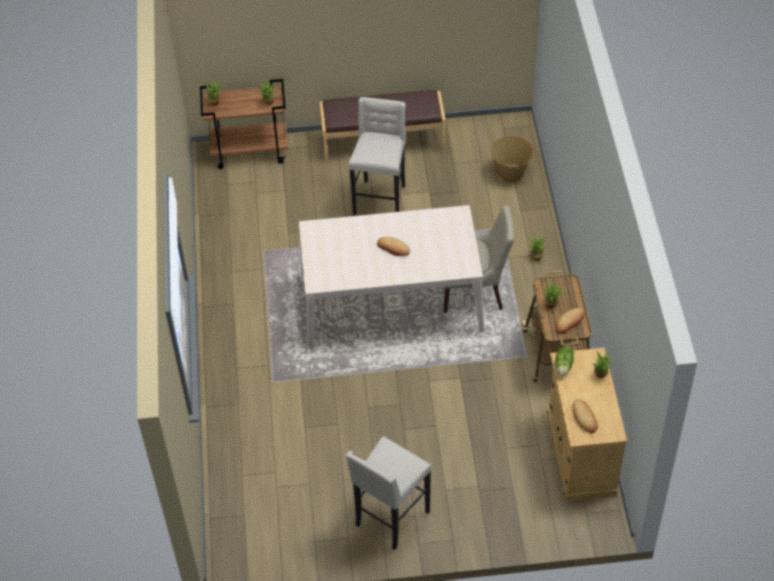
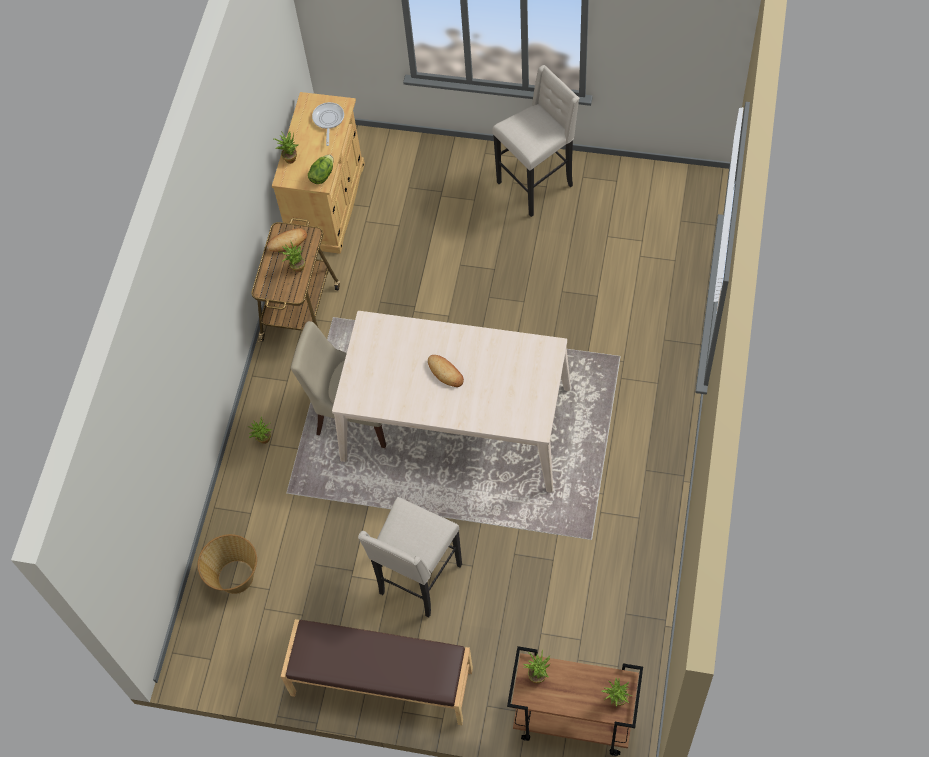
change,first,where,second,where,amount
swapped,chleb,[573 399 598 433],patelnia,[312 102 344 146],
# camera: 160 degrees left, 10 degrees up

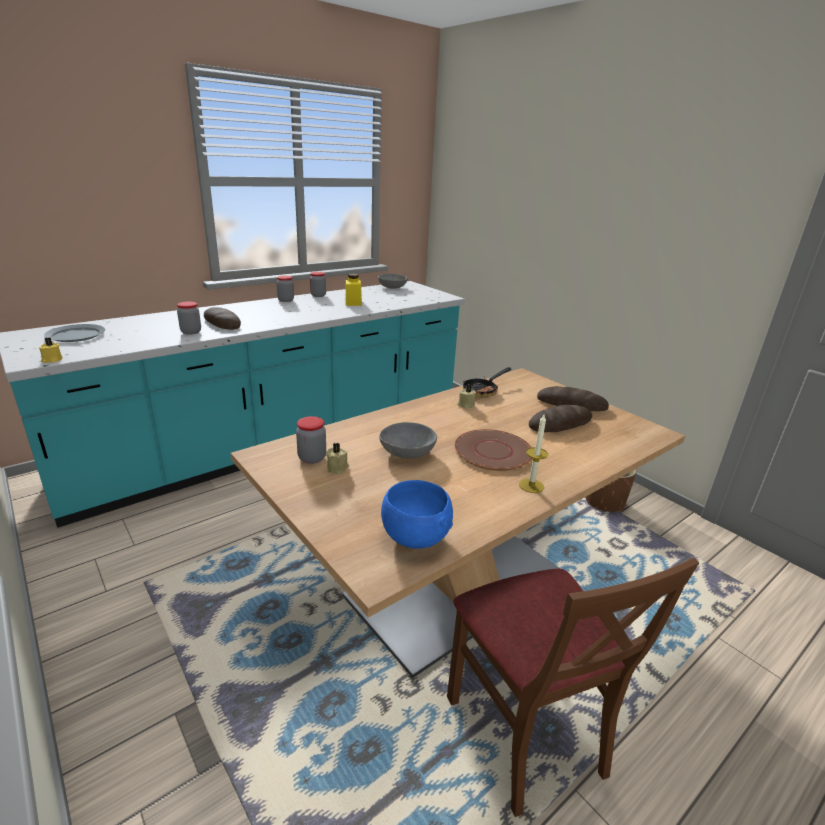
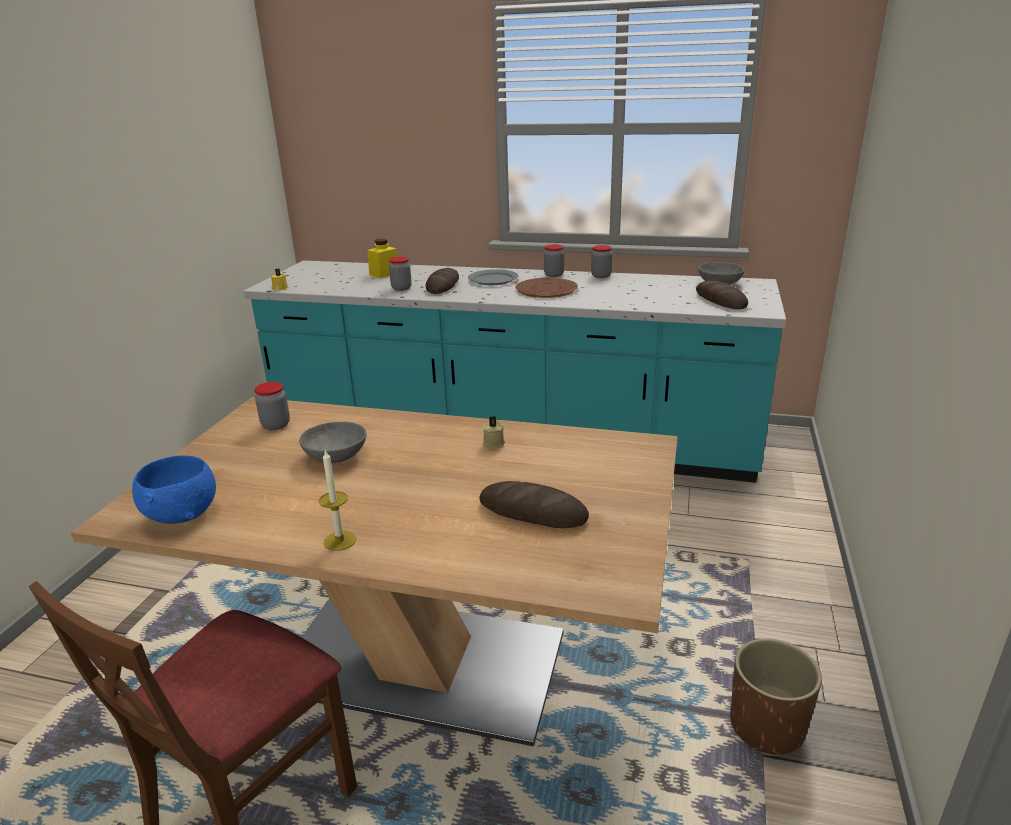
change,first,where,second,where,amount
shifted,talerz/szary,[44 324 105 342],,[468 269 518 285],
gone,świeca/beżowy,[326 443 349 474],,,
shifted,słoik/żółty,[345 274 362 306],,[368 239 398 278],
shifted,talerz/brązowy,[454 429 532 471],,[516 278 578 298],
gone,patelnia,[463 367 511 397],,,
shifted,chleb,[537 386 609 411],,[696 280 748 309],
# camera: 55 degrees right, 0 degrees up

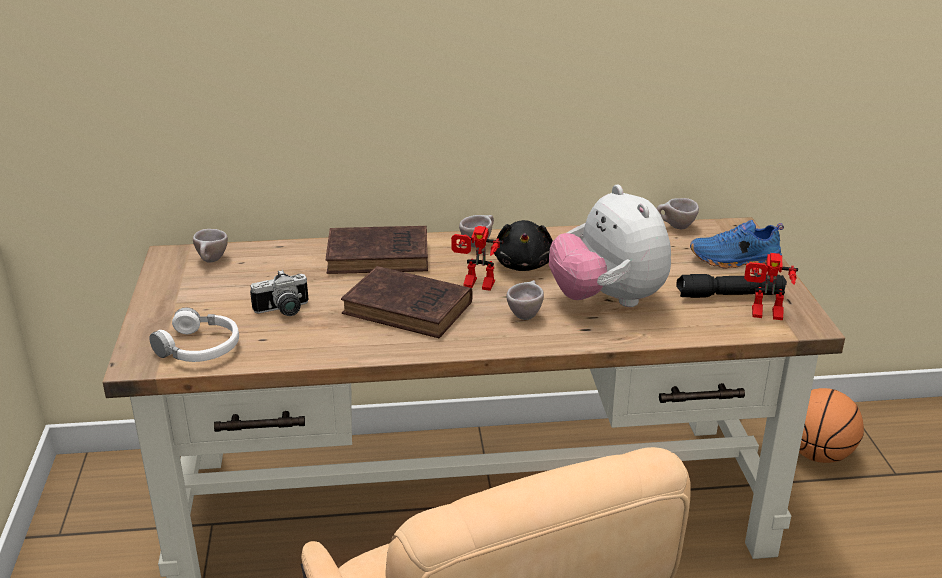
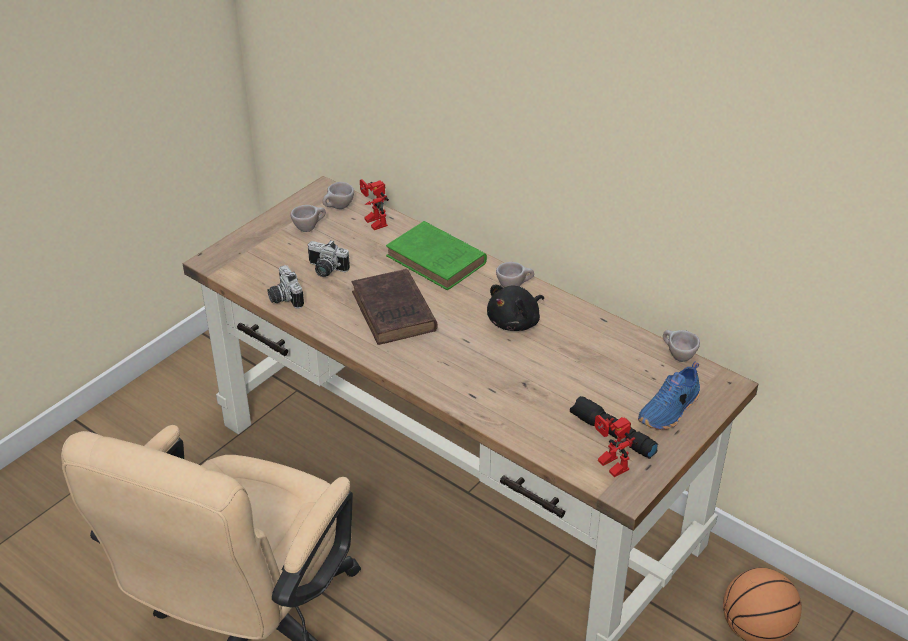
change,first,where,second,where,amount
gone,słuchawki/biały,[149 307 239 362],,,
repainted,książka/brązowy,[326 226 428 274],książka/zielony,[386 221 487 290],
shifted,robot zabawkowy,[451 226 503 291],,[360 179 389 230],
shifted,filiżanka/beżowy,[507 280 544 320],,[290 205 326 232],
gone,pluszak,[549 184 671 307],,,
rotated,but/niebieski,[690 220 784 269],,[638 362 700 430],90 degrees counterclockwise
new,,,aparat fotograficzny,[268 265 304 309],
# camera: 45 degrees right, 10 degrees up

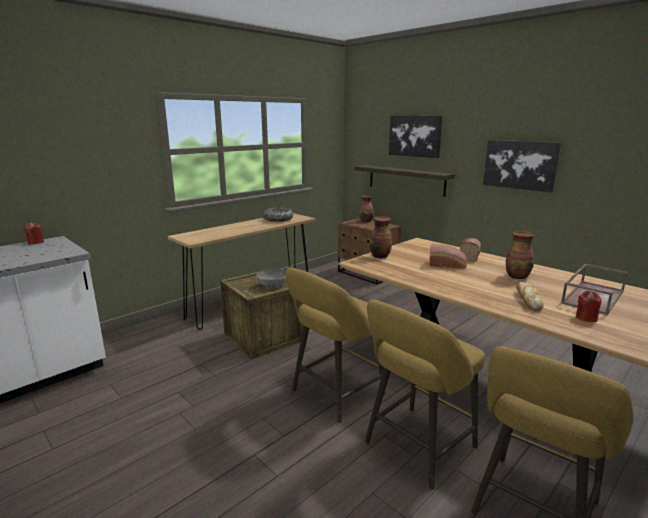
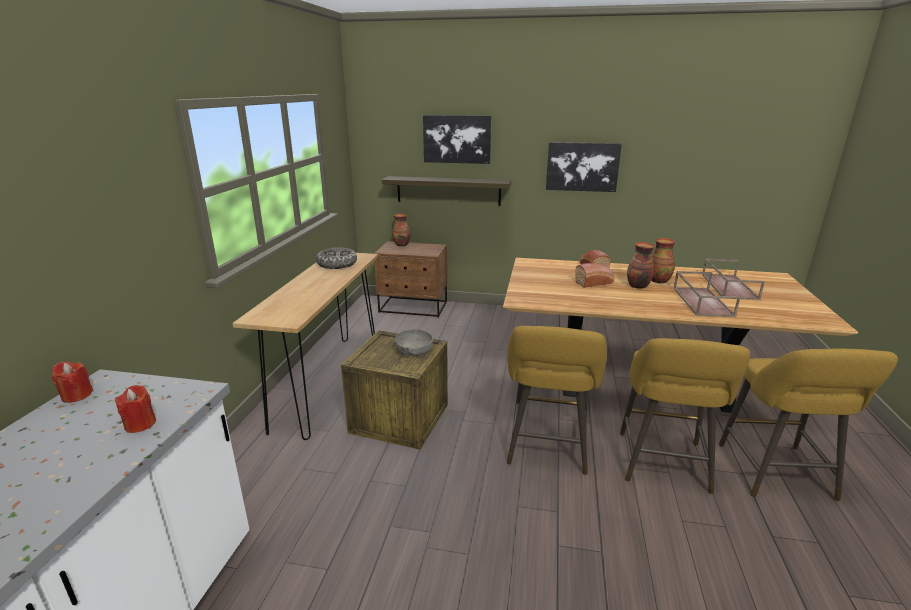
change,first,where,second,where,amount
shifted,wazon,[369 216 392 258],,[627 242 655 289],
swapped,chleb,[516 282 544 311],taca/brązowy,[673 271 740 317],
shifted,świeca/czerwony,[576 291 602 322],,[115 385 156 433],
# camera: 35 degrees left, 5 degrees up

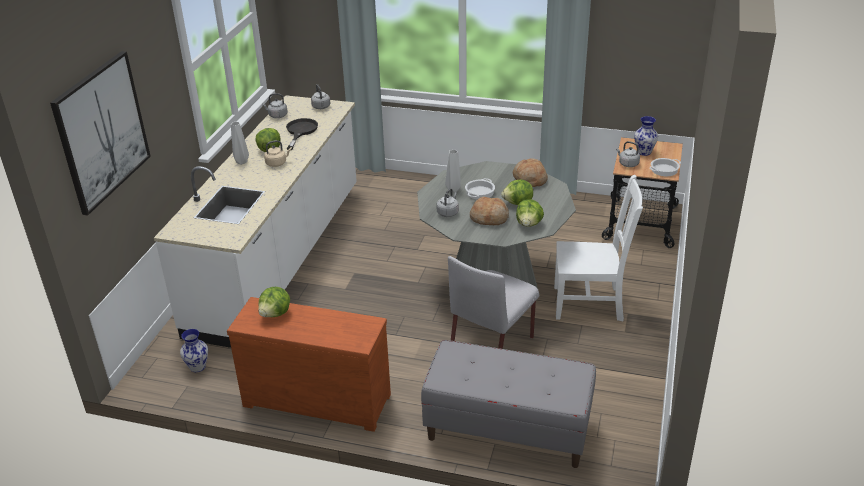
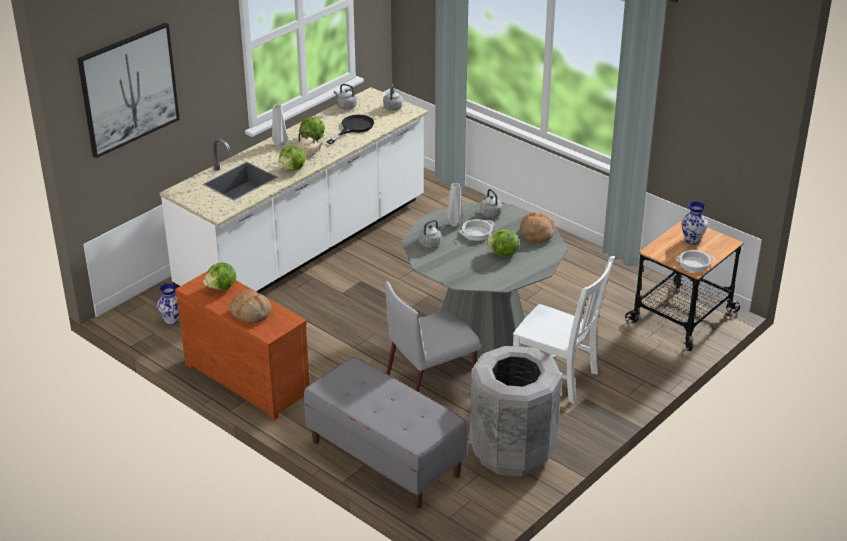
change,first,where,second,where,amount
shifted,chleb,[470 197 509 225],,[230 290 271 323],
shifted,sałata,[516 199 544 227],,[278 146 306 171],
shifted,czajnik/szary,[616 141 640 167],,[480 189 502 218],
new,,,kosz na śmieci/szary,[469 346 562 477],
# camera: 25 degrees right, 0 degrees up

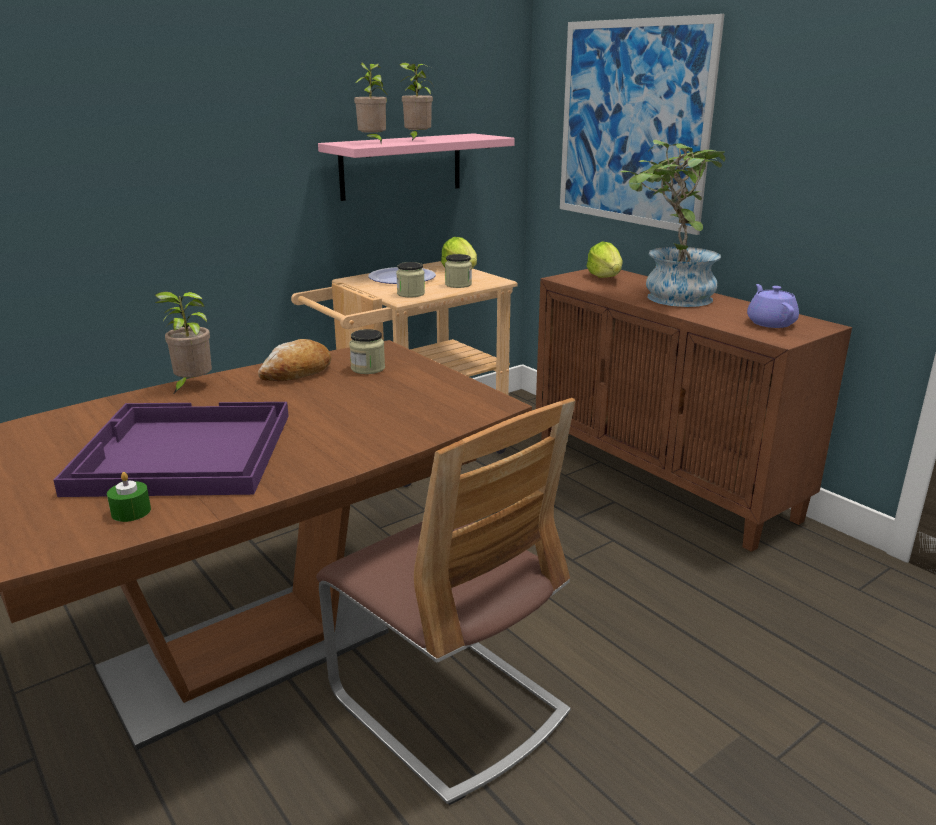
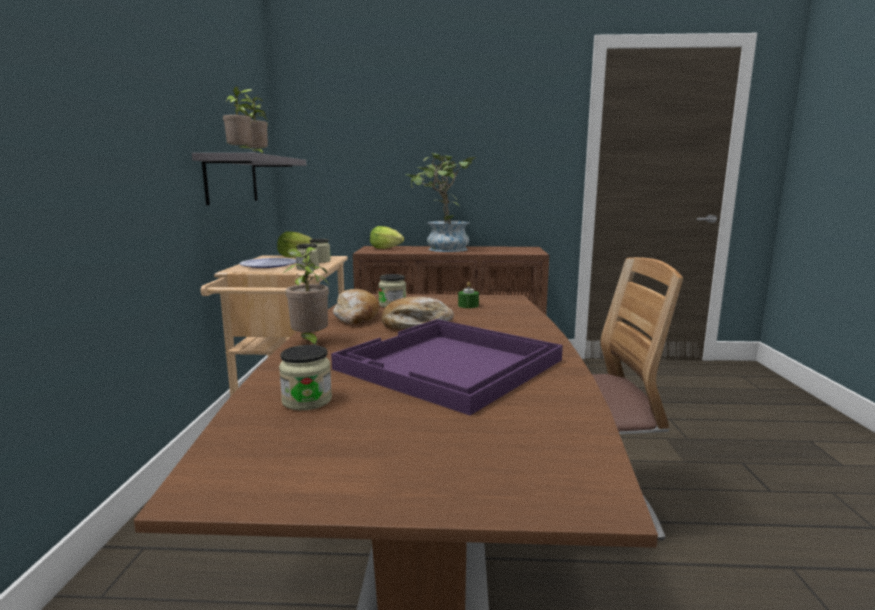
change,first,where,second,where,amount
shifted,świeca/zielony,[107 472 151 522],,[458 282 479 308],
repainted,półka/różowy,[318 133 515 201],półka/szary,[192 153 306 205],
gone,obraz,[560 14 725 235],,,
gone,imbryk/fioletowy,[747 284 799 328],,,
new,,,słoik,[279 345 332 410],
new,,,chleb,[382 297 454 330],
# camera: 50 degrees left, 10 degrees down

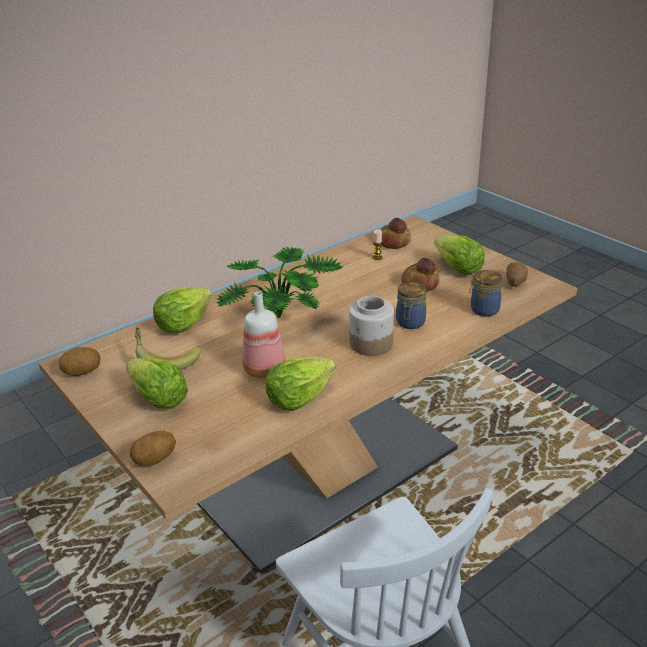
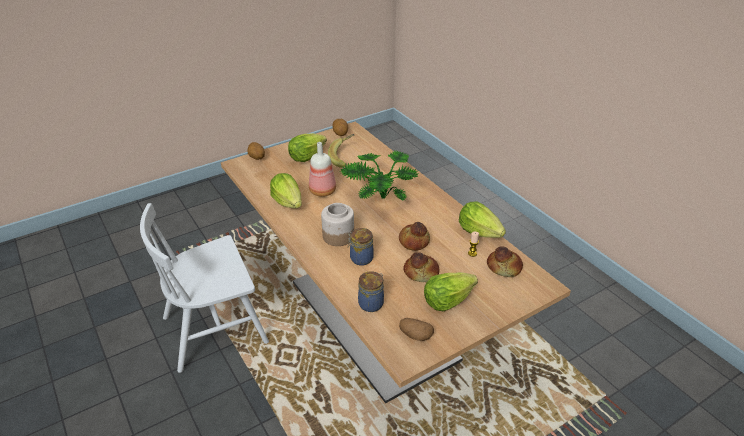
change,first,where,second,where,amount
shifted,sałata,[153 287 212 333],,[459 201 506 238],
new,,,chleb,[399 222 430 251],
# camera: 95 degrees right, 5 degrees up

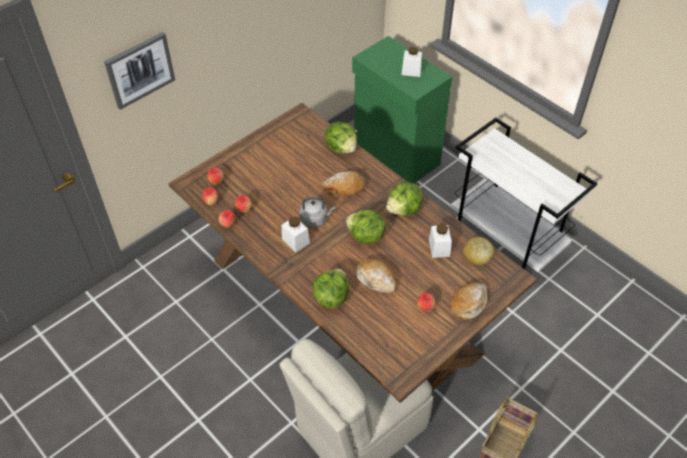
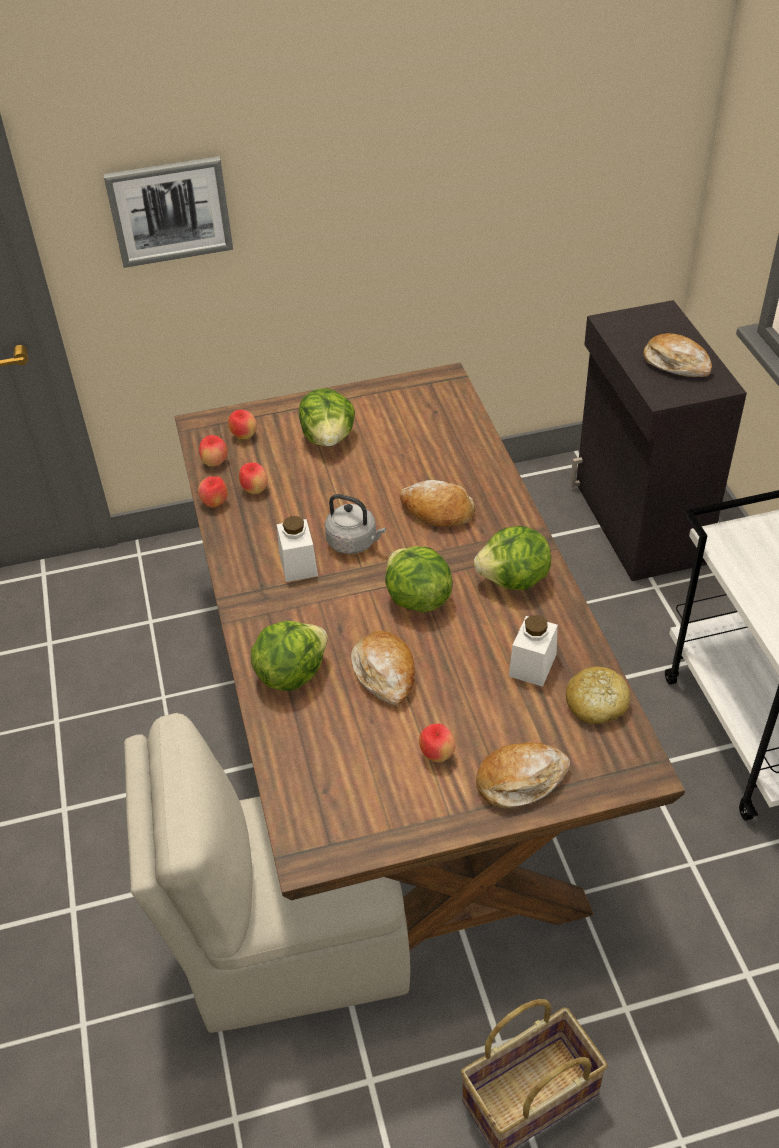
change,first,where,second,where,amount
shifted,sałata,[325 122 357 153],,[299 388 355 447],
repainted,szafka/zielony,[352 36 452 183],szafka/czarny,[570 300 747 581],
swapped,słoik/biały,[401 47 422 77],chleb,[643 333 712 377],
# camera: 30 degrees right, 5 degrees down

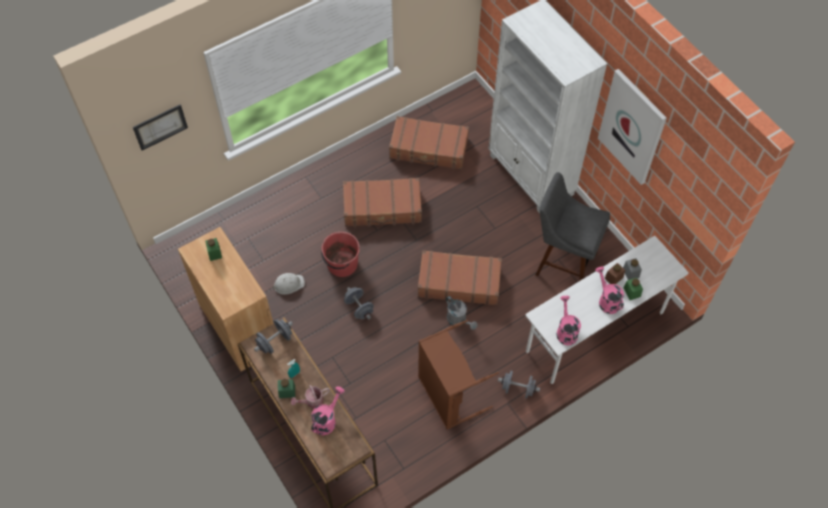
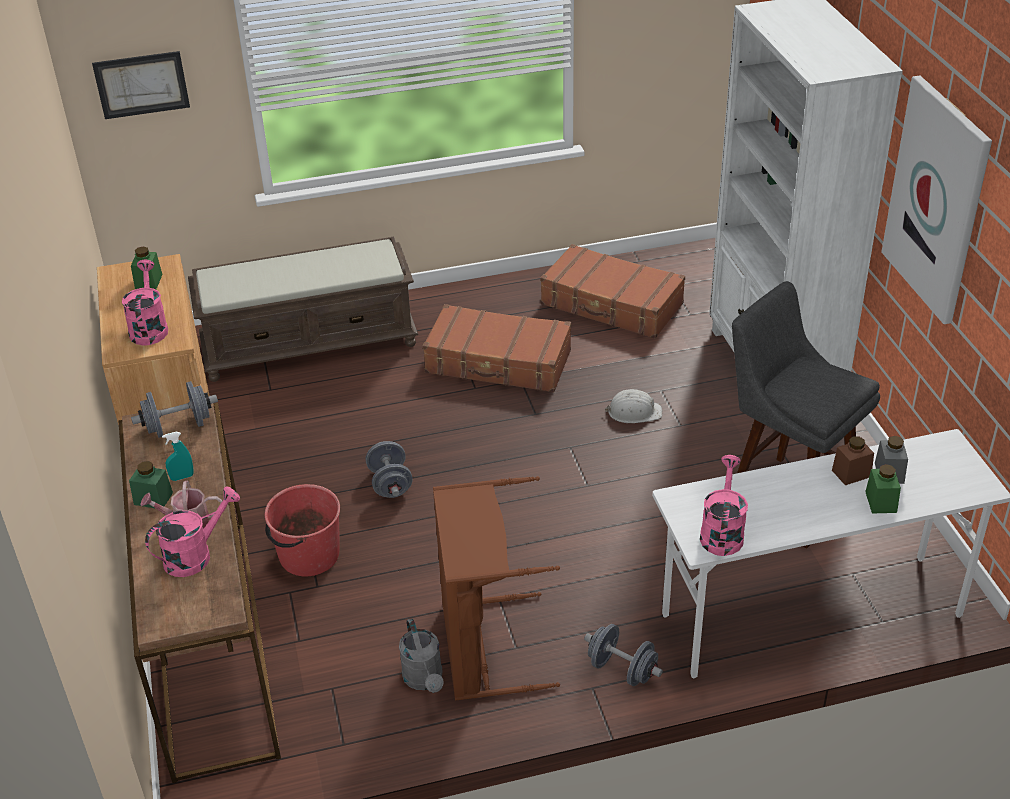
change,first,where,second,where,amount
shifted,kask/biały,[273 273 305 295],,[605 389 662 423],
shifted,wiadro/czerwony,[321 232 360 277],,[265 484 340 576],
gone,walizka/brązowy,[418 250 502 306],,,
shifted,konewka/szary,[446 296 477 330],,[399 618 443 692],
shifted,konewka/różowy,[595 266 624 314],,[122 260 168 346],
new,,,ławka/brązowy,[188 237 418 382],
# camera: 20 degrees right, 20 degrees down

